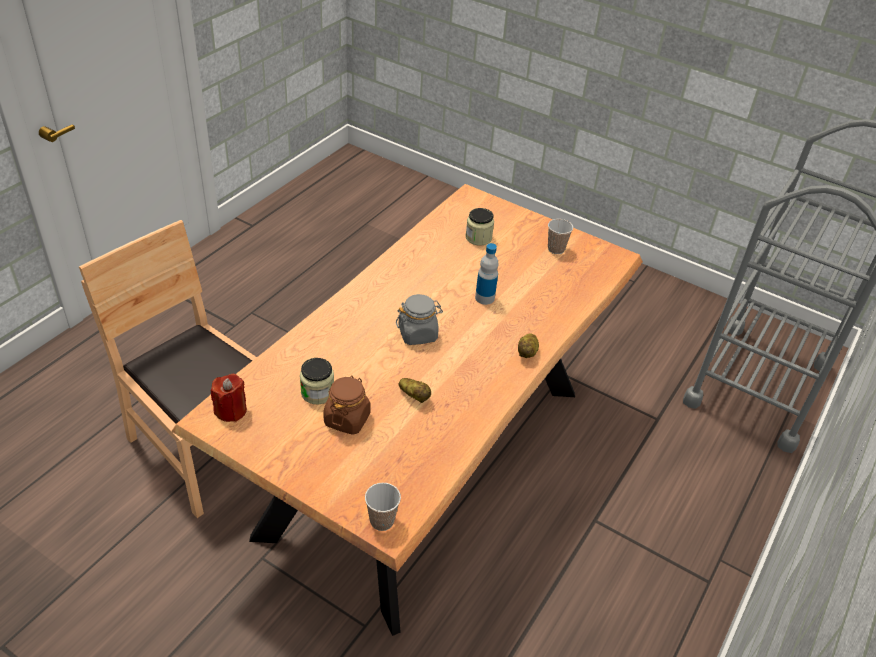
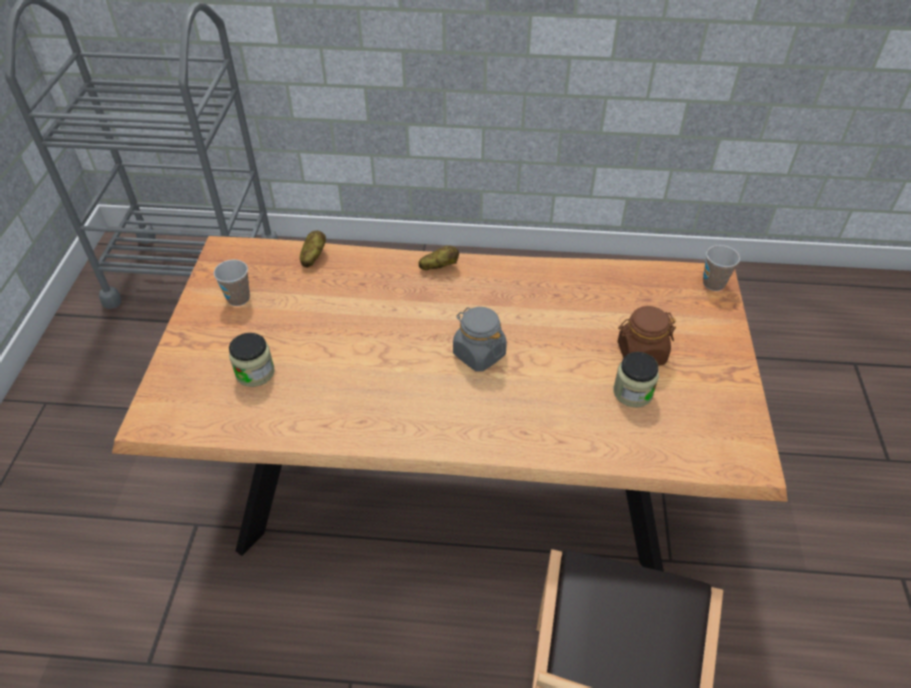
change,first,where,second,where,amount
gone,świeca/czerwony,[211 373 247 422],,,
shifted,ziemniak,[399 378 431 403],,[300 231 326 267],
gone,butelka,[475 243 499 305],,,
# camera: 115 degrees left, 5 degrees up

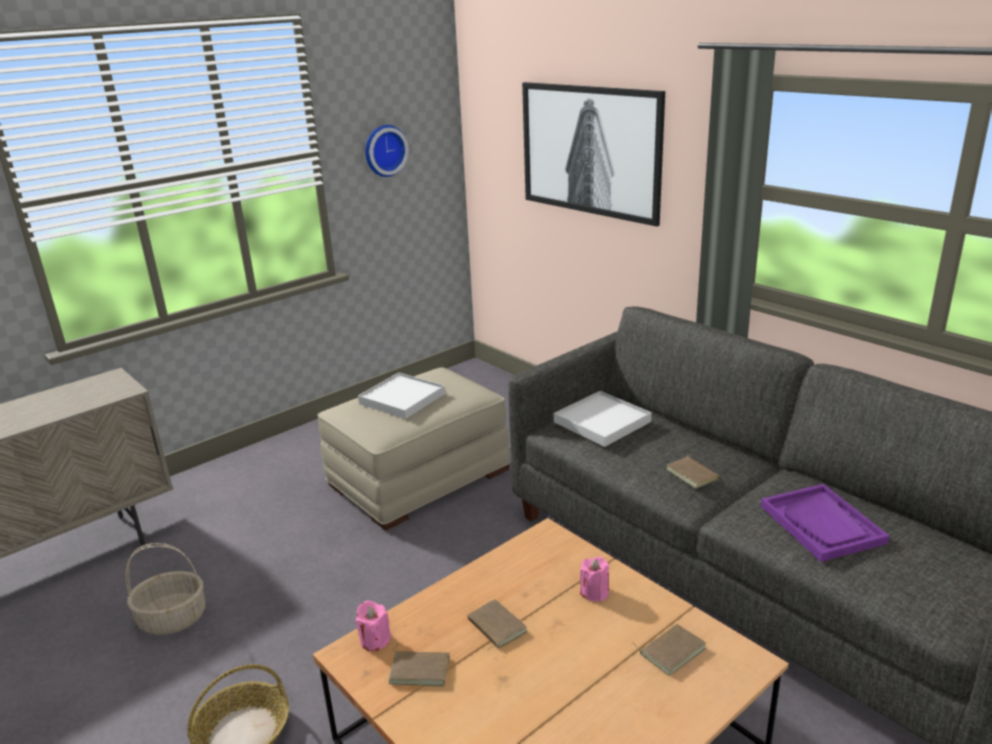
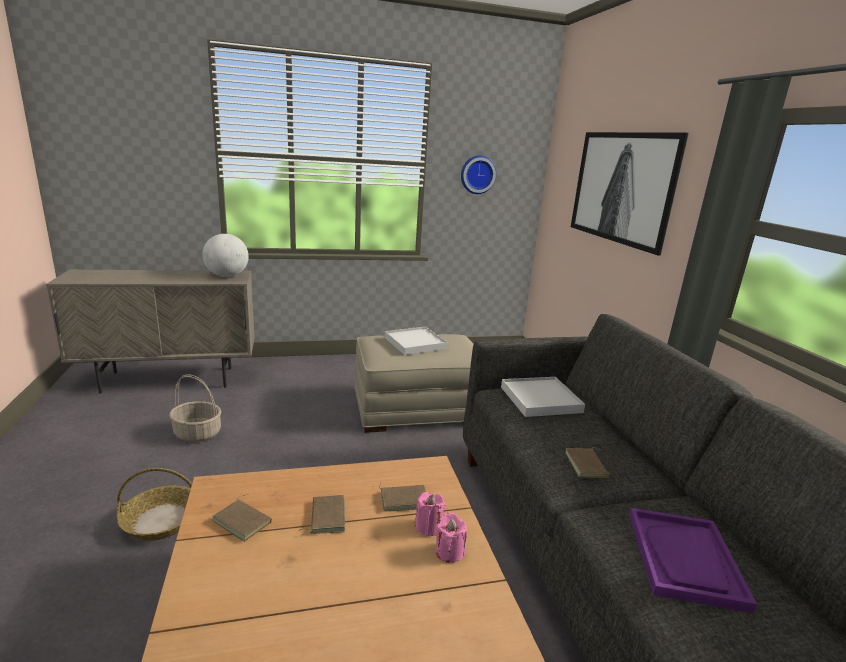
change,first,where,second,where,amount
shifted,świeca/różowy,[356 600 391 651],,[436 513 467 563],
shifted,książka/brązowy,[632 624 706 676],,[379 483 426 512],
new,,,globus,[202 234 249 277],
# camera: 25 degrees right, 5 degrees down

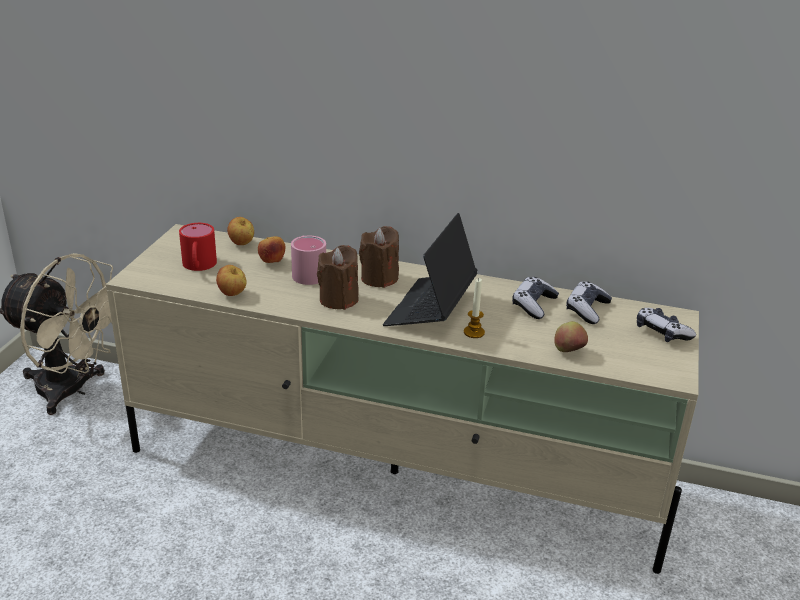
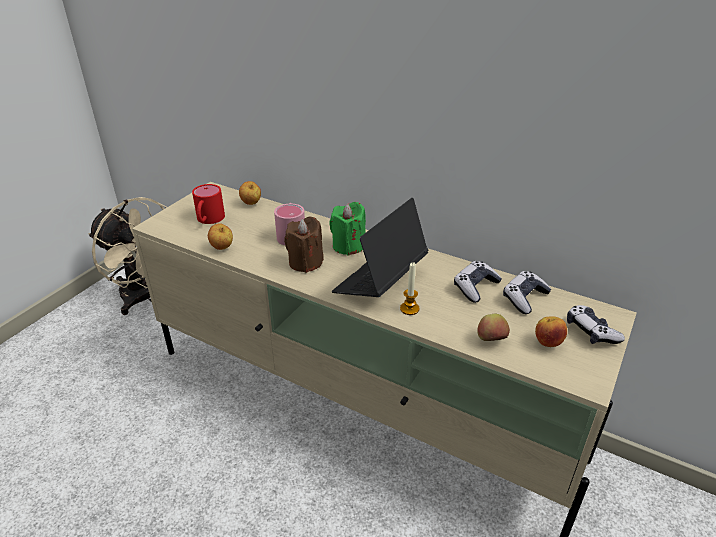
change,first,where,second,where,amount
shifted,jabłko,[258 236 285 263],,[535 316 567 347],
repainted,świeca/brązowy,[359 226 399 288],świeca/zielony,[329 202 366 256],
# camera: 15 degrees right, 5 degrees up

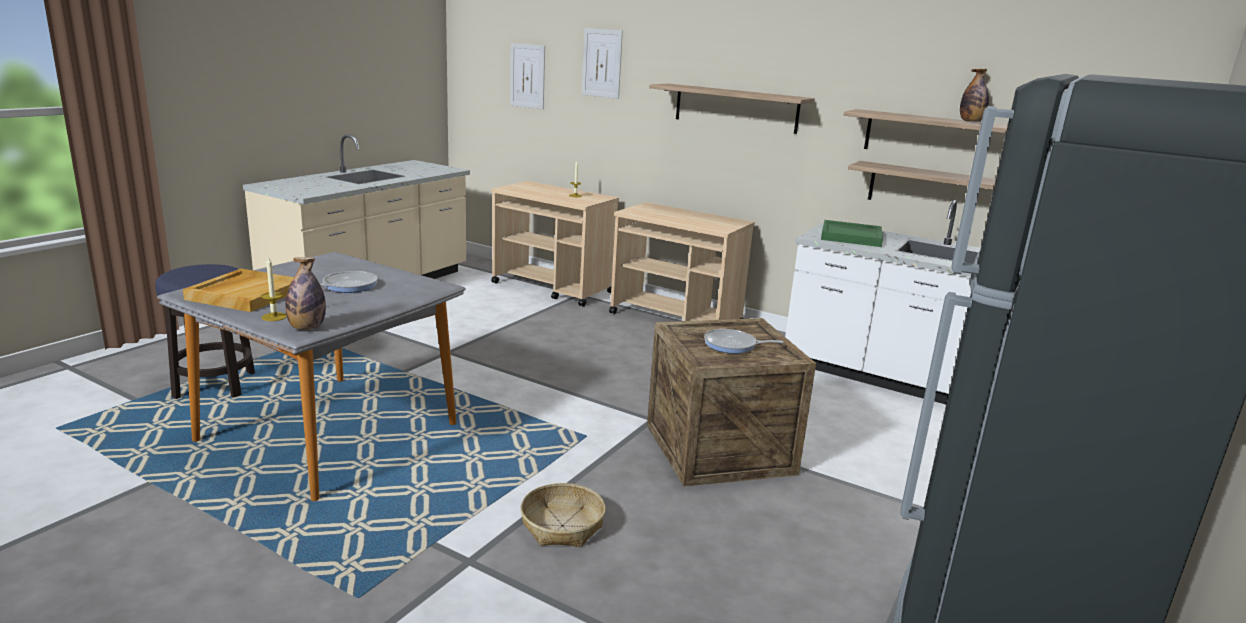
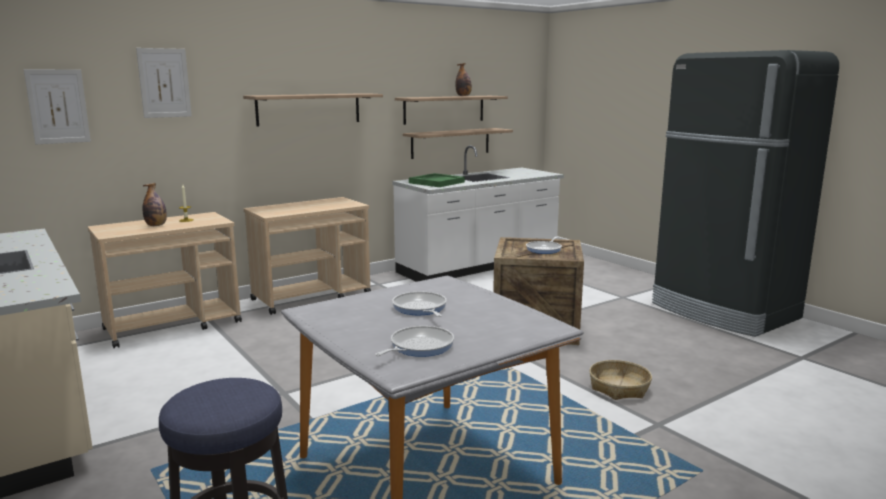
change,first,where,second,where,amount
swapped,taca/beżowy,[183 269 294 312],patelnia,[375 326 454 357],
gone,świeca,[261 256 287 321],,,
shifted,butelka,[286 257 326 330],,[142 183 167 226],
# camera: 65 degrees left, 5 degrees down

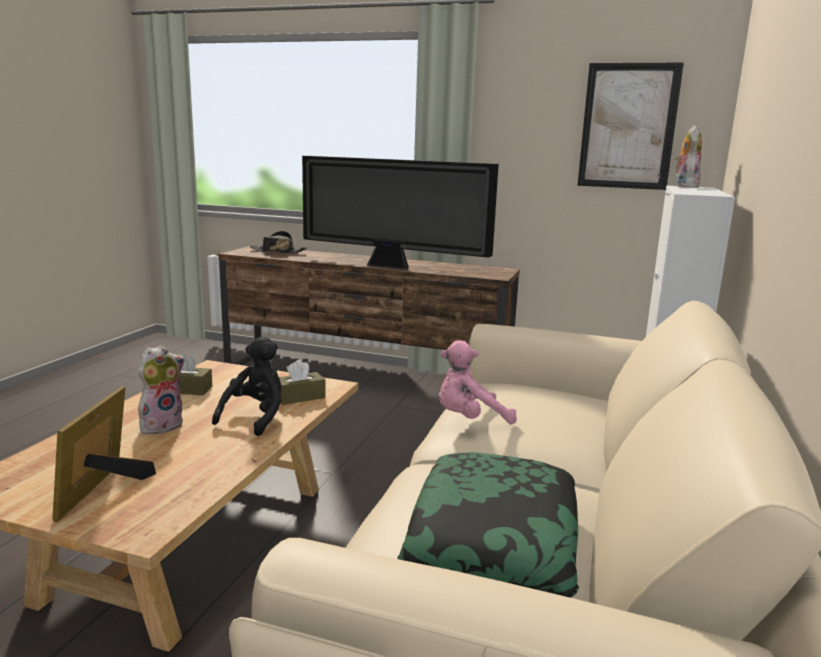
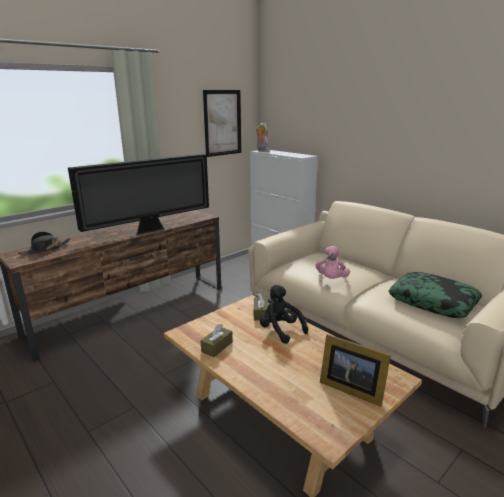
change,first,where,second,where,amount
gone,pluszak,[138 345 185 434],,,
# camera: 60 degrees left, 5 degrees up

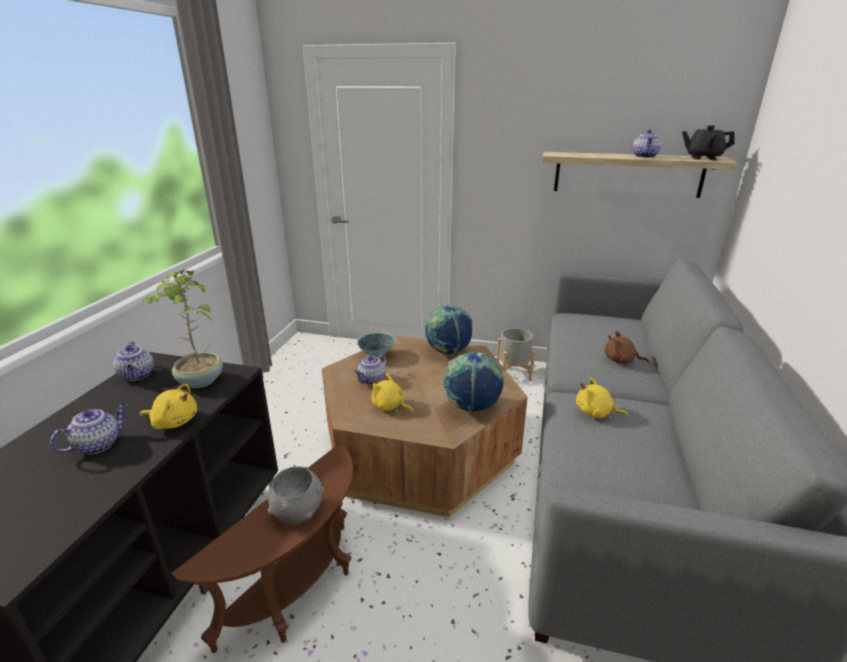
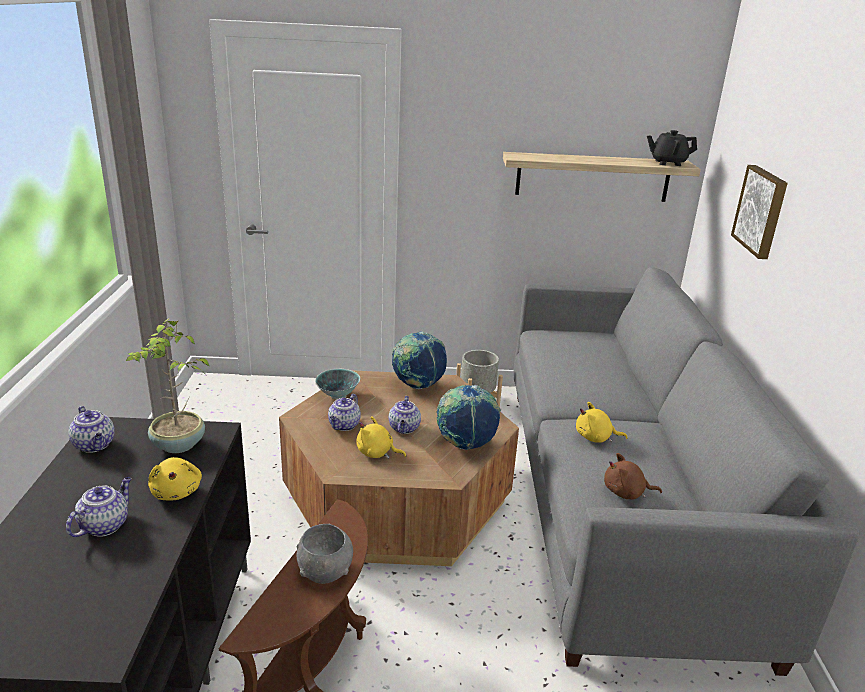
change,first,where,second,where,amount
rotated,pluszak/żółty,[140 384 197 429],,[148 457 202 500],75 degrees clockwise
shifted,pluszak/brązowy,[604 331 649 365],,[604 453 662 500],
shifted,imbryk,[633 129 661 158],,[389 396 421 434],
new,,,obraz,[731 165 788 259],
# camera: 15 degrees left, 0 degrees up

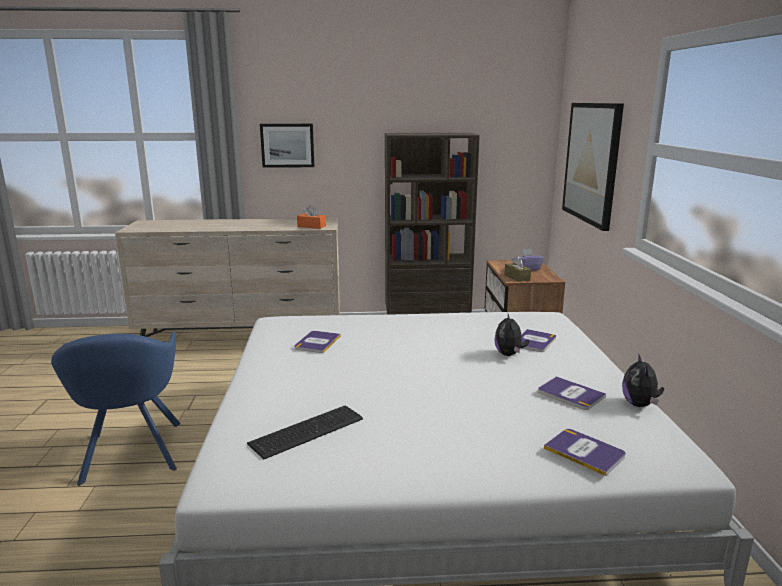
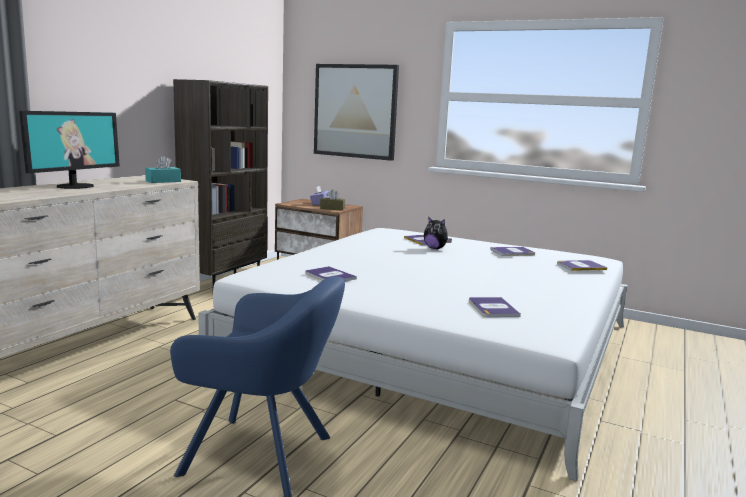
change,first,where,second,where,amount
swapped,klawiatura,[247 405 363 459],książka,[469 297 521 317],
gone,obraz,[260 124 314 168],,,
repainted,pudełko chusteczek/pomarańczowy,[297 205 326 229],pudełko chusteczek/turkusowy,[145 156 181 183],
gone,pluszak,[622 353 664 407],,,
new,,,monitor,[19 111 120 189],
# camera: 60 degrees left, 5 degrees down

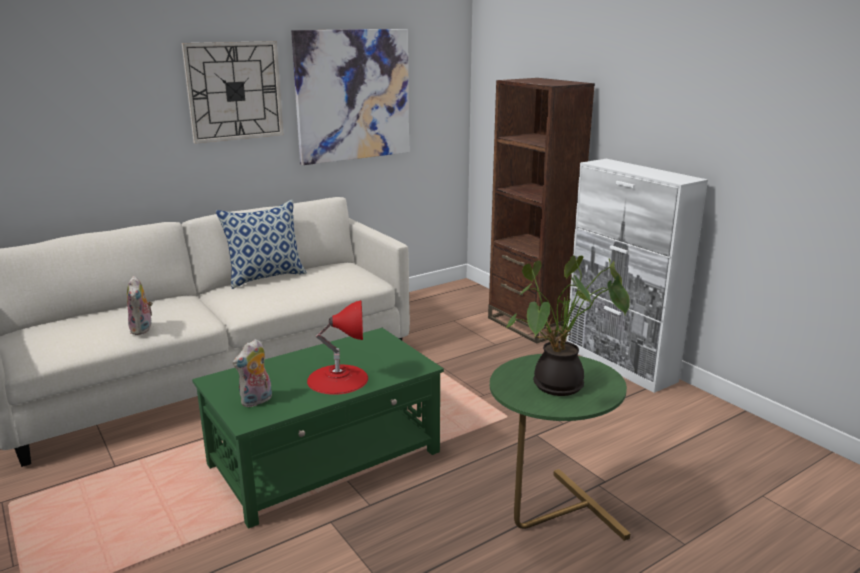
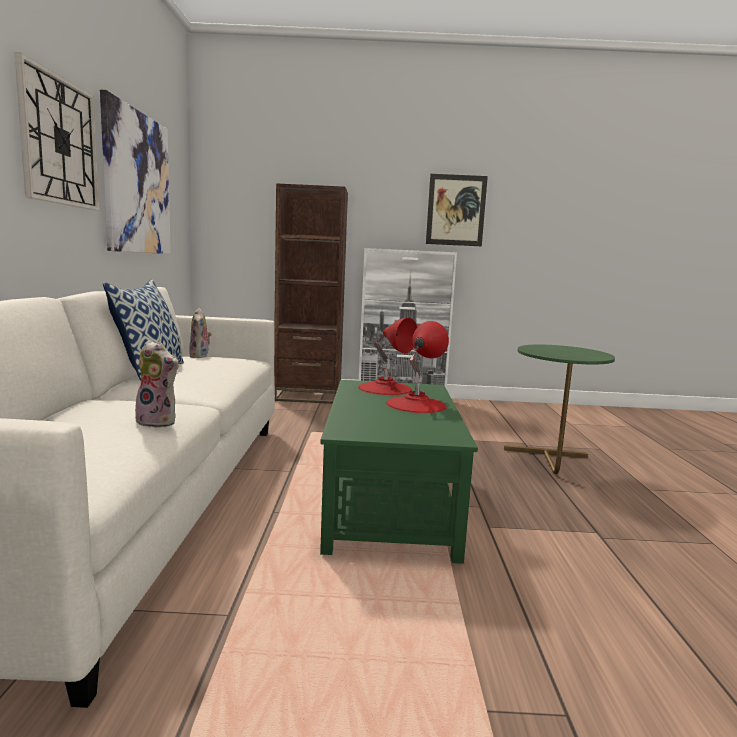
change,first,where,second,where,amount
shifted,pluszak,[233 339 272 407],,[189 308 212 358],
gone,roślina doniczkowa,[506 255 630 396],,,
new,,,lampa stołowa/czerwony,[358 317 417 395],
new,,,obraz,[426 174 488 246],
# camera: 55 degrees left, 10 degrees down

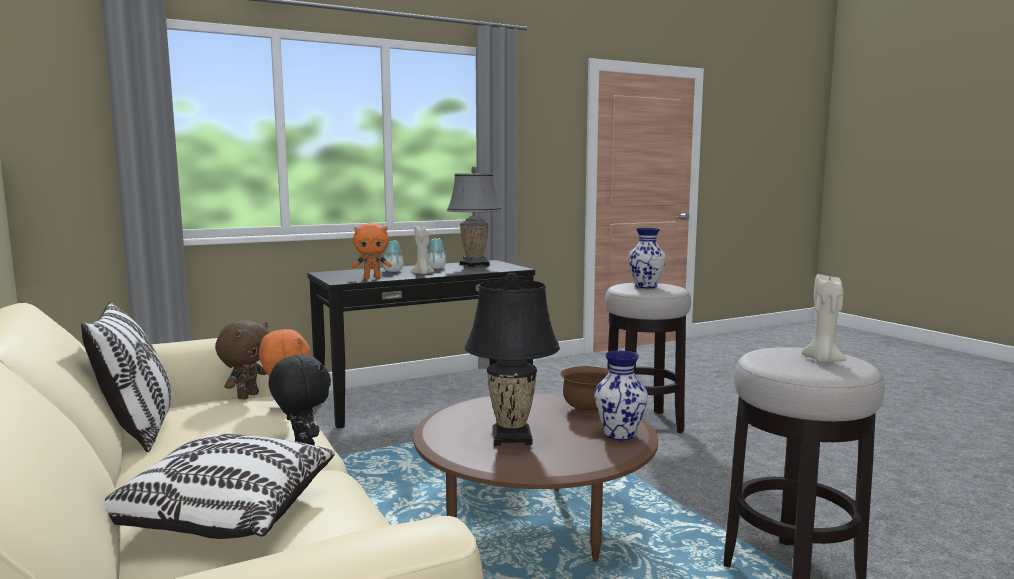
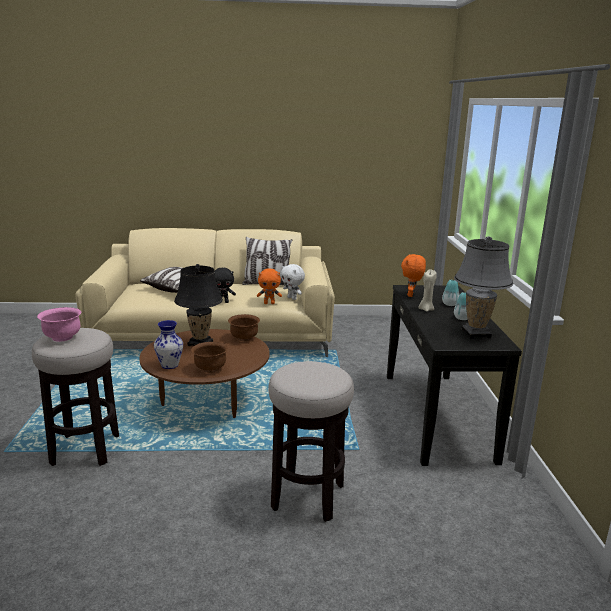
change,first,where,second,where,amount
repainted,pluszak/brązowy,[215 320 270 399],pluszak/biały,[281 264 305 300],
gone,wazon,[628 228 666 288],,,
swapped,świeca/beżowy,[801 274 847 363],miska/różowy,[37 307 81 342],
new,,,miska/brązowy,[228 314 260 341],
# camera: 115 degrees right, 10 degrees up

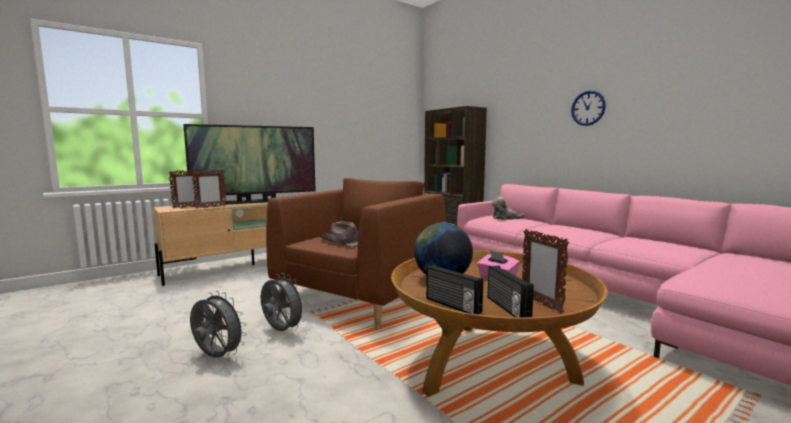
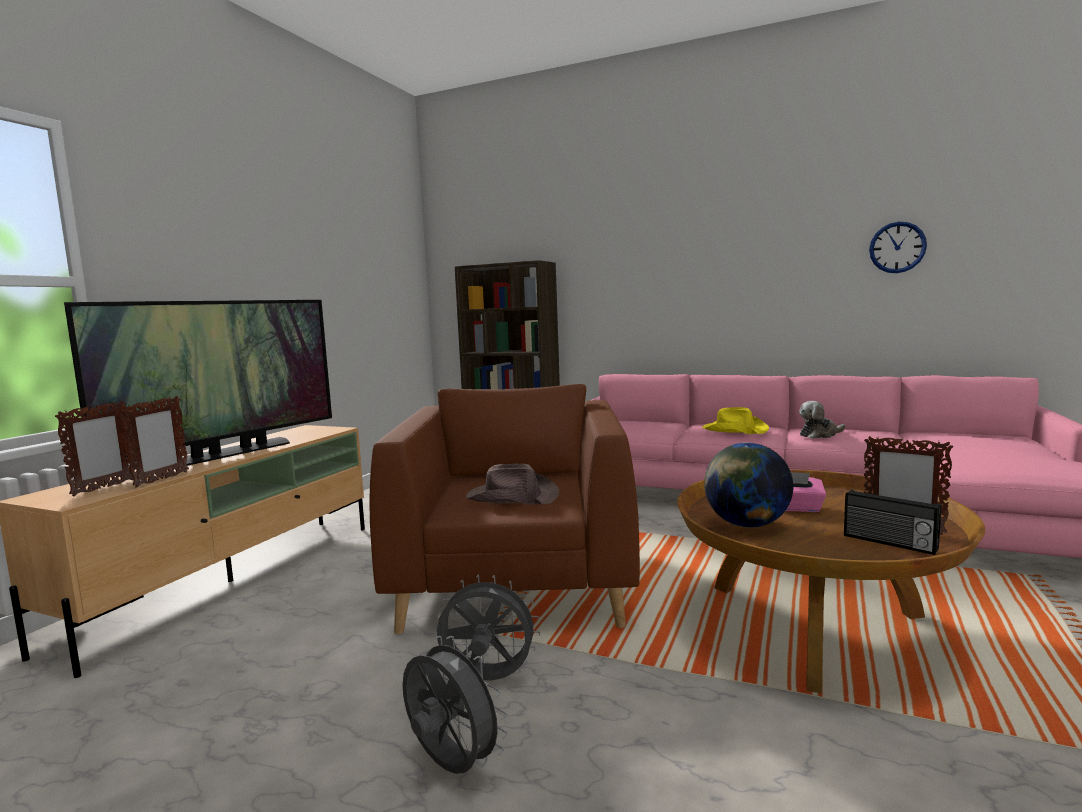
change,first,where,second,where,amount
rotated,wentylator/szary,[190 291 247 358],,[402 636 508 774],45 degrees clockwise
gone,radio,[426 265 483 314],,,
shifted,pluszak,[492 197 525 220],,[799 401 845 439],
shifted,zegar ścienny,[571 91 606 126],,[869 222 927 273],
new,,,kapelusz/żółty,[702 407 769 434],
# camera: 30 degrees left, 0 degrees up

